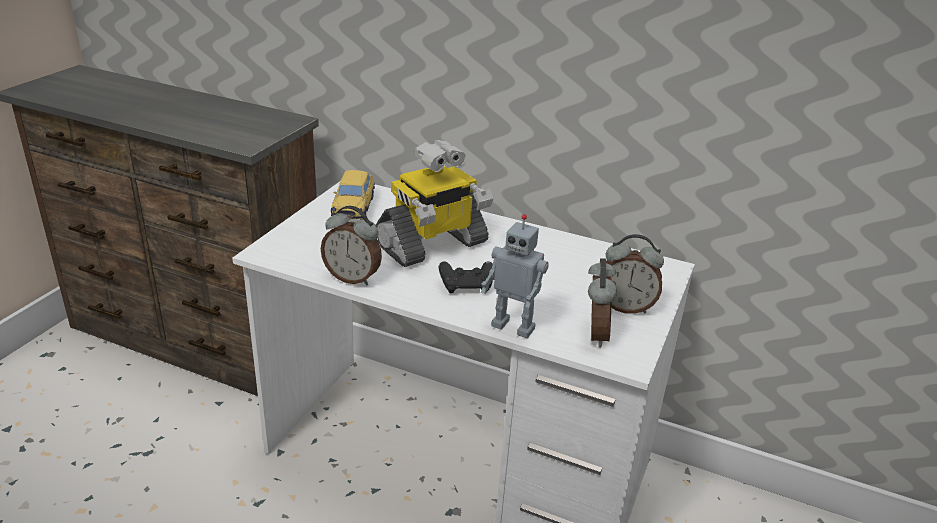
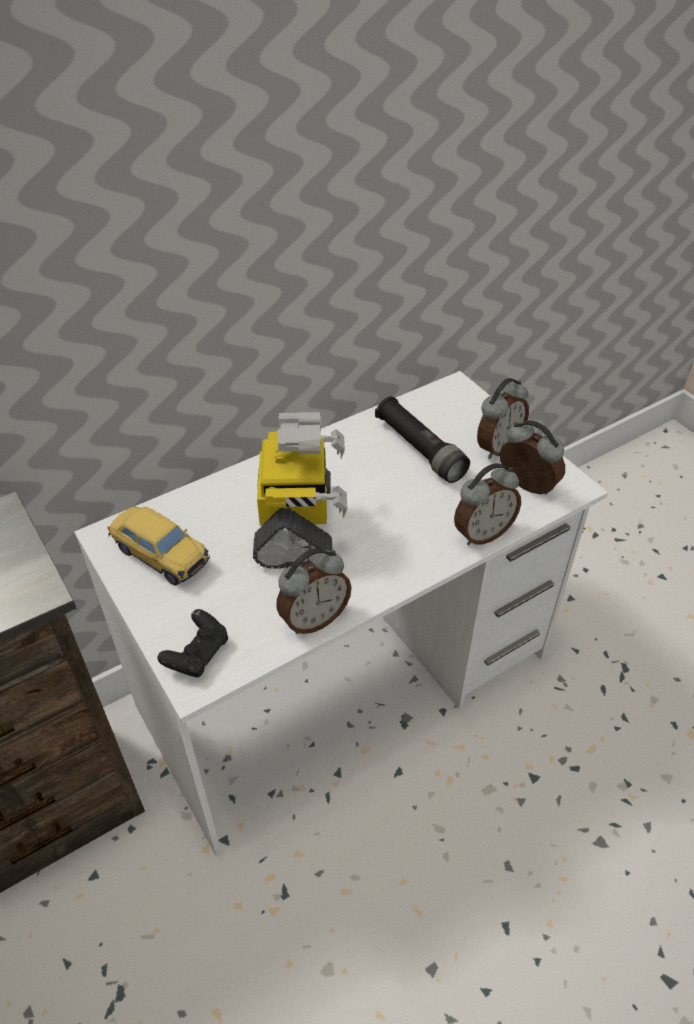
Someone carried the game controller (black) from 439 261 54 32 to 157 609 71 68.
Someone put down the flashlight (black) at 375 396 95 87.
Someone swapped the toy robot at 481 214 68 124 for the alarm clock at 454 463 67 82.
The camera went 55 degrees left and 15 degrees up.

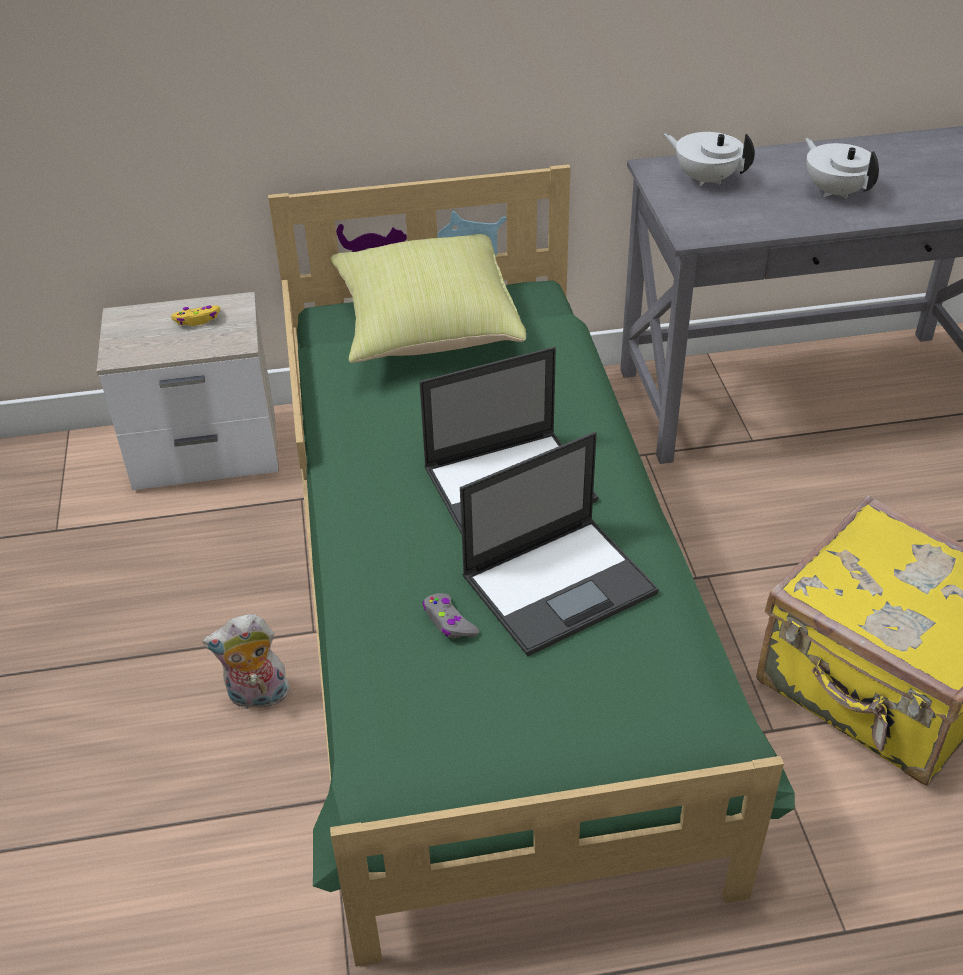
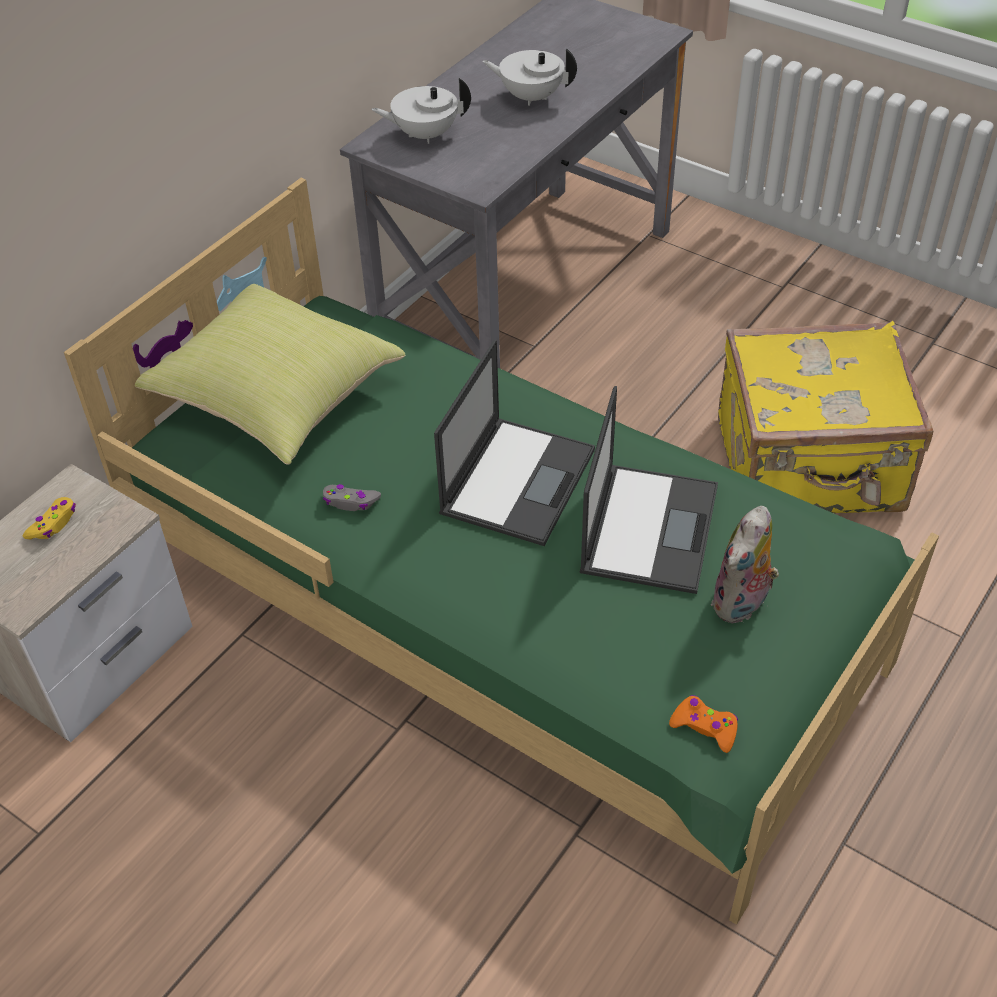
Someone carried the game controller (grey) from 423 593 56 45 to 323 484 58 27.
Someone put down the game controller (orange) at 669 695 69 58.
Someone carried the plush toy from 203 614 87 95 to 711 506 68 118.
The camera went 45 degrees left and 5 degrees up.

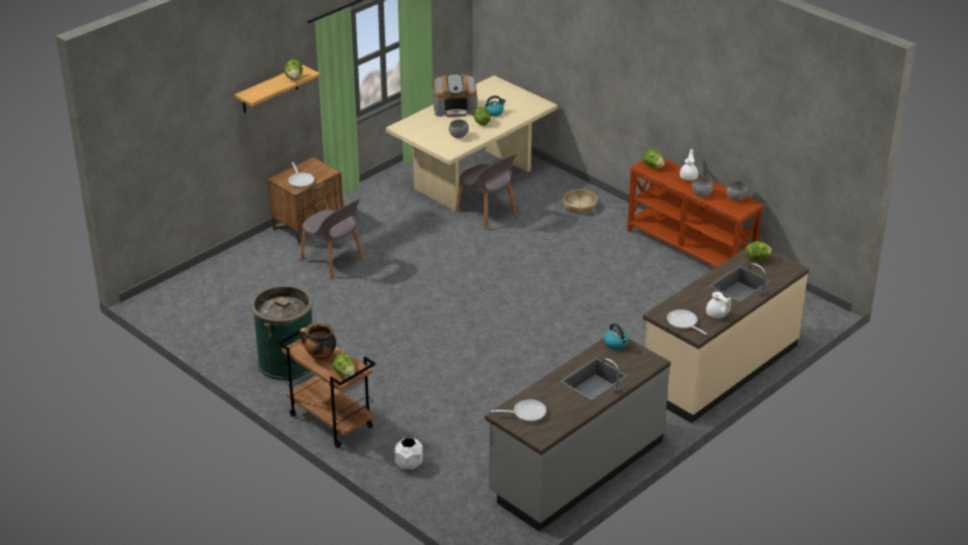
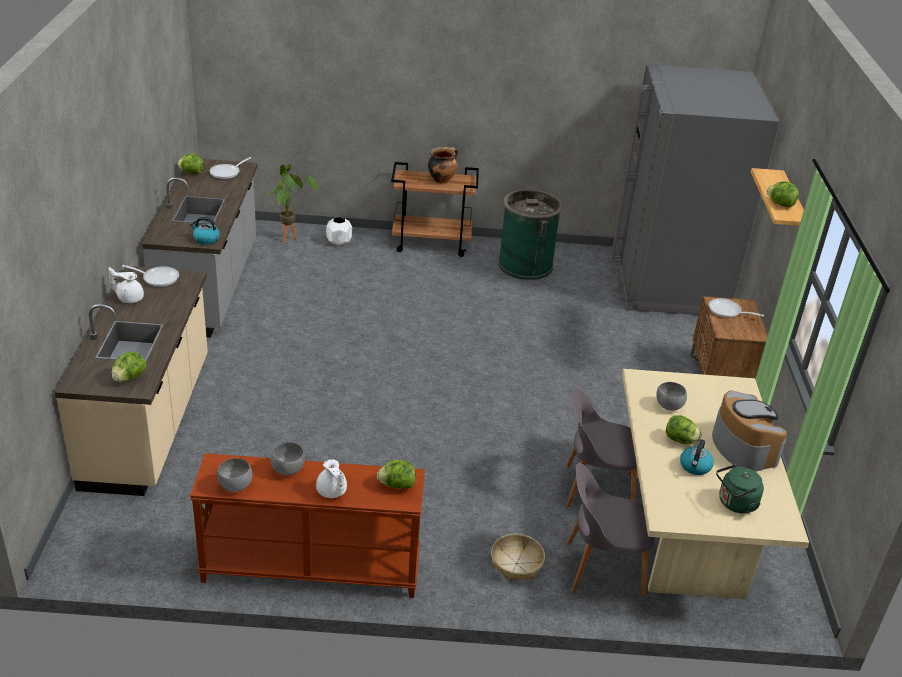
Someone carried the lettuce from 333 353 22 25 to 178 153 26 21.
Someone put down the potted plant at 269 164 49 79.
Someone carried the chair (grey) from 300 199 65 80 to 567 463 88 133.
Someone put down the fridge (grey) at 611 64 168 251.
Someone rotated the coffee machine at 433 74 44 43 by 120 degrees clockwise.
Someone put down the kettle (green) at 716 464 48 50.
The camera went 135 degrees right and 0 degrees up.

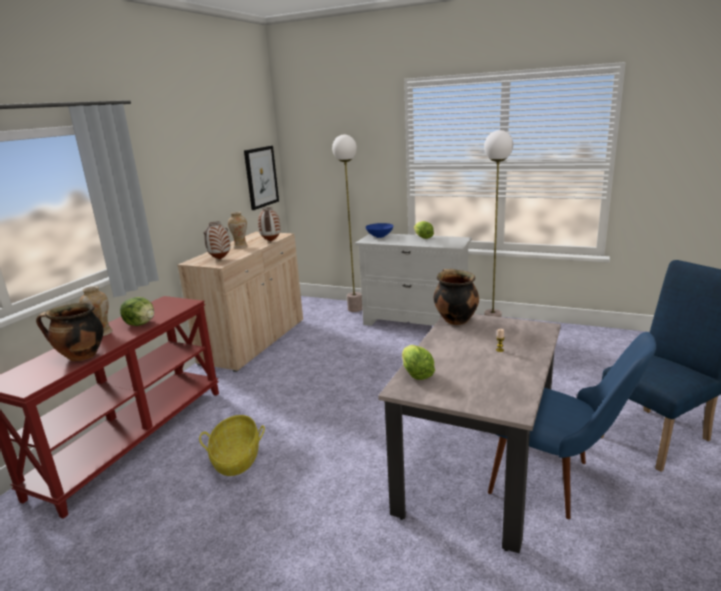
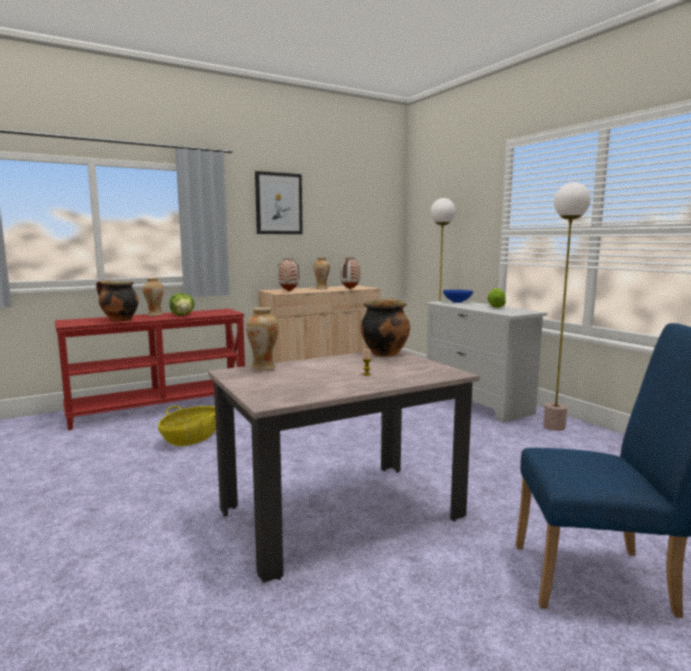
Someone swapped the lettuce at 402 345 33 35 for the vase at 246 307 33 64.
Someone carried the picture from 244 146 35 64 to 255 171 48 63.
Someone took away the chair (blue) at 488 332 168 187.
The camera went 35 degrees right and 10 degrees down.

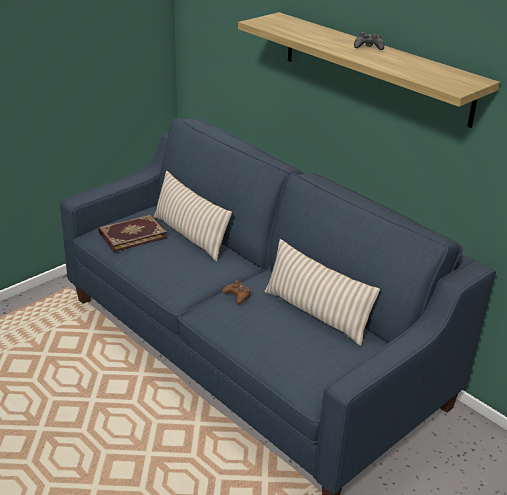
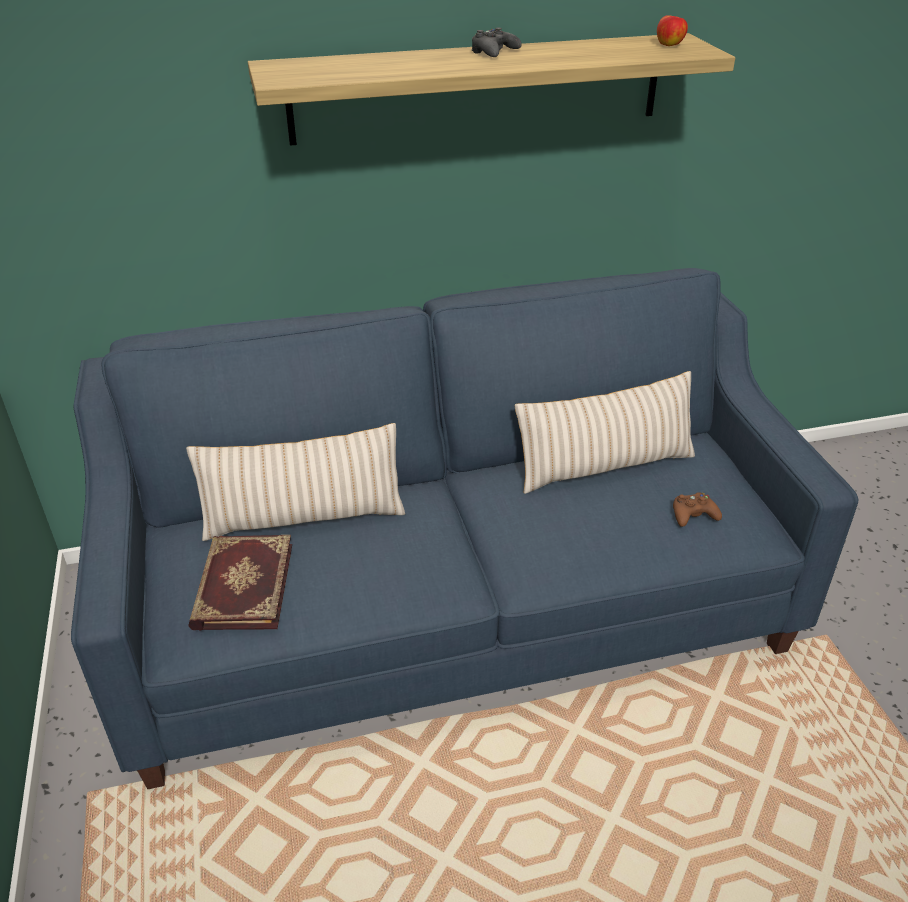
Someone put down the apple at 657 15 31 31.
Someone carried the game controller (brown) from 222 280 29 24 to 673 492 49 35.
The camera went 60 degrees left and 5 degrees up.

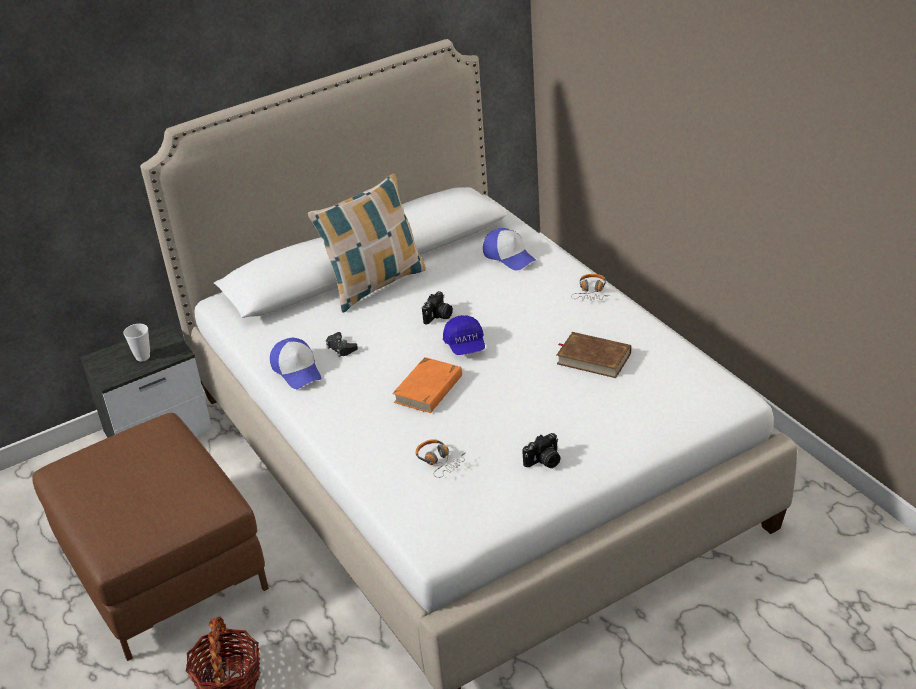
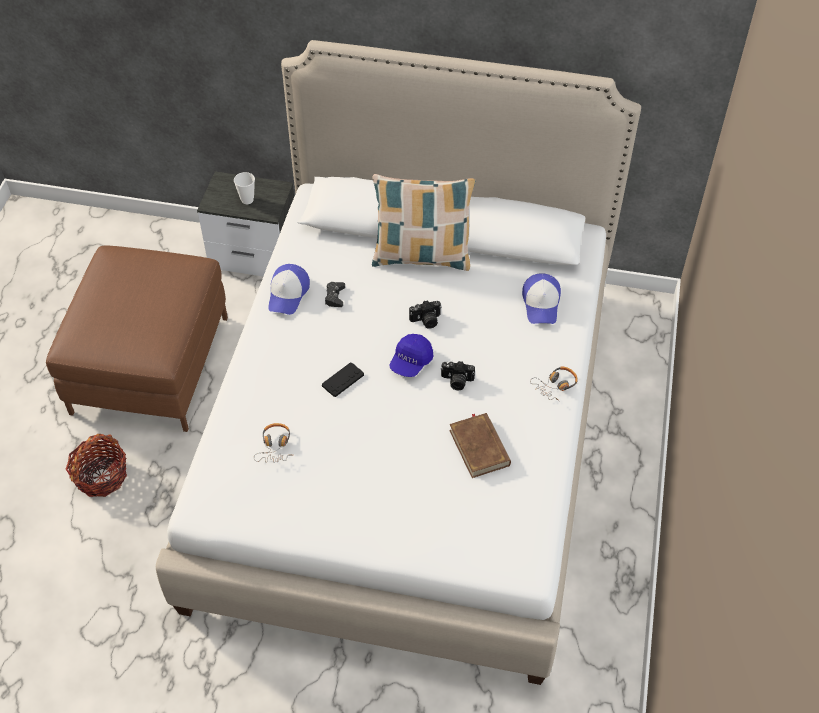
Someone swapped the book (orange) at 392 357 70 56 for the game controller (black) at 322 363 42 34.
Someone carried the photo camera from 522 433 39 35 to 441 361 34 29.
The camera went 40 degrees right and 15 degrees up.

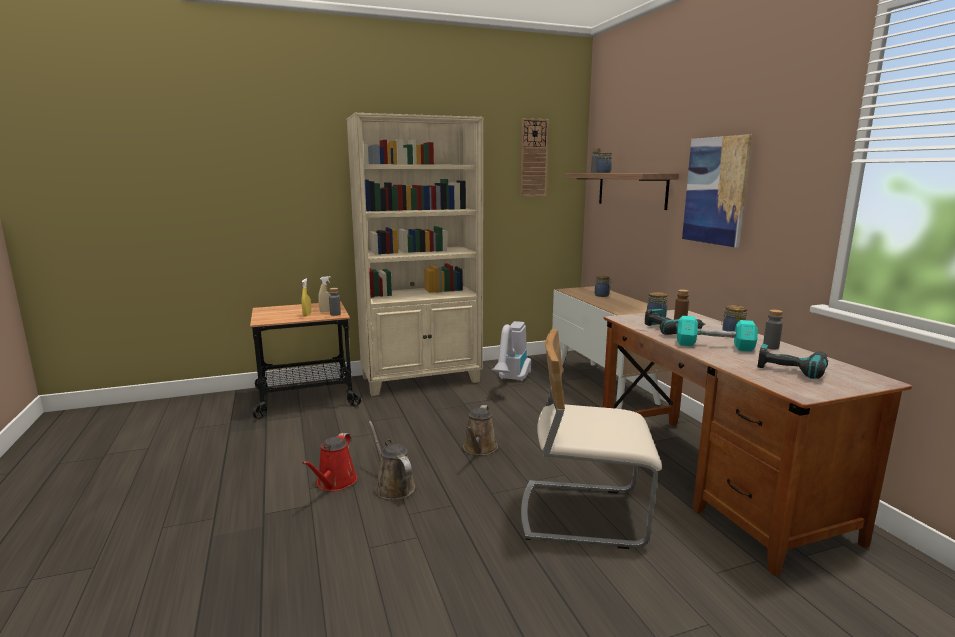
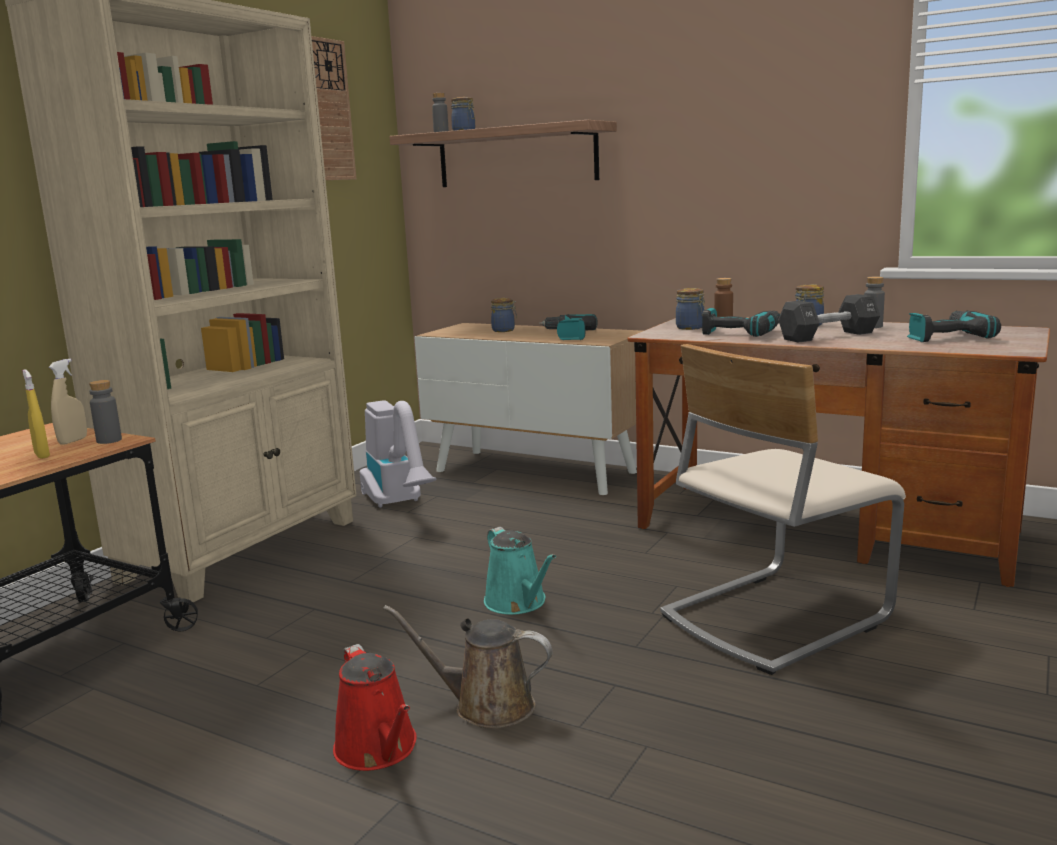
Someone repainted the watering can (brown) at 463 405 35 50, which became the watering can (turquoise) at 484 527 72 88.
Someone put down the power drill at 539 314 58 26.
Someone repainted the dumbbell (turquoise) at 677 316 81 36, which became the dumbbell (black) at 778 294 102 49.
Someone took away the picture at 682 134 71 114.
The camera went 40 degrees left and 0 degrees up.

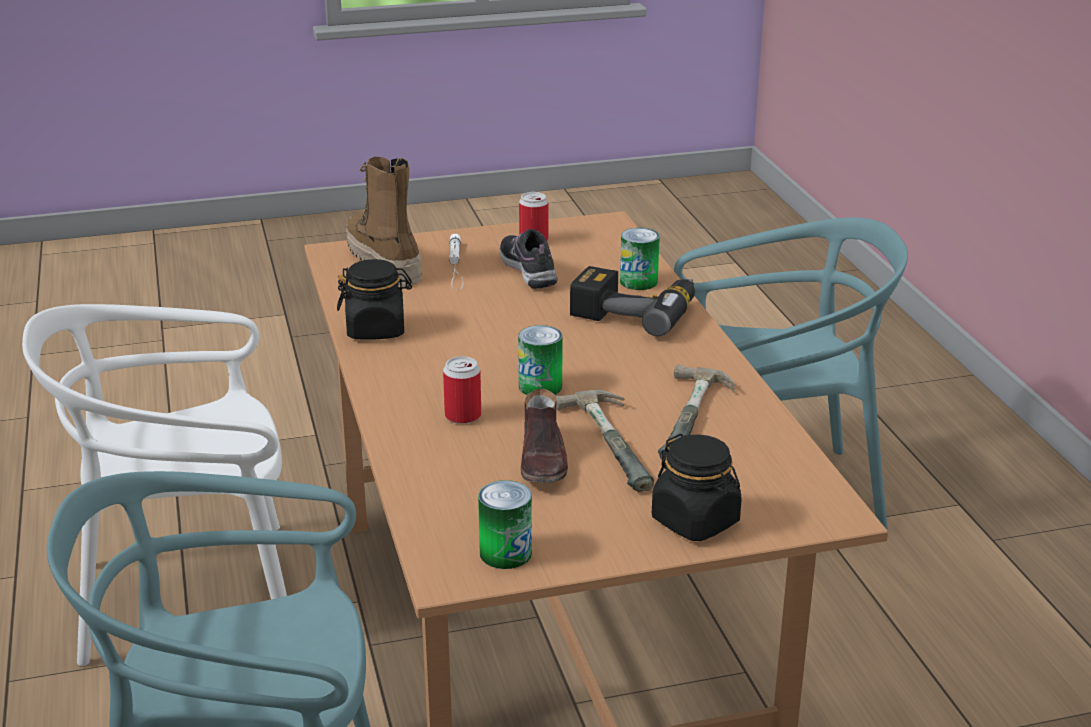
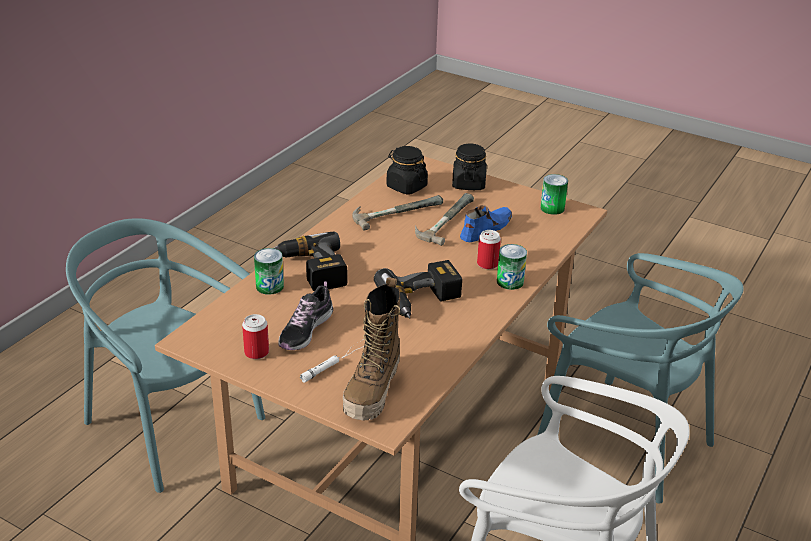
Someone put down the power drill at 374 260 88 59.
Someone carried the jar (black) from 337 259 75 81 to 387 146 41 48.
Someone repainted the shoe (brown) at 521 388 47 95, which became the shoe (blue) at 460 205 52 37.
Someone carried the can from 518 325 45 70 to 497 244 30 46.
The camera went 135 degrees left and 5 degrees up.

